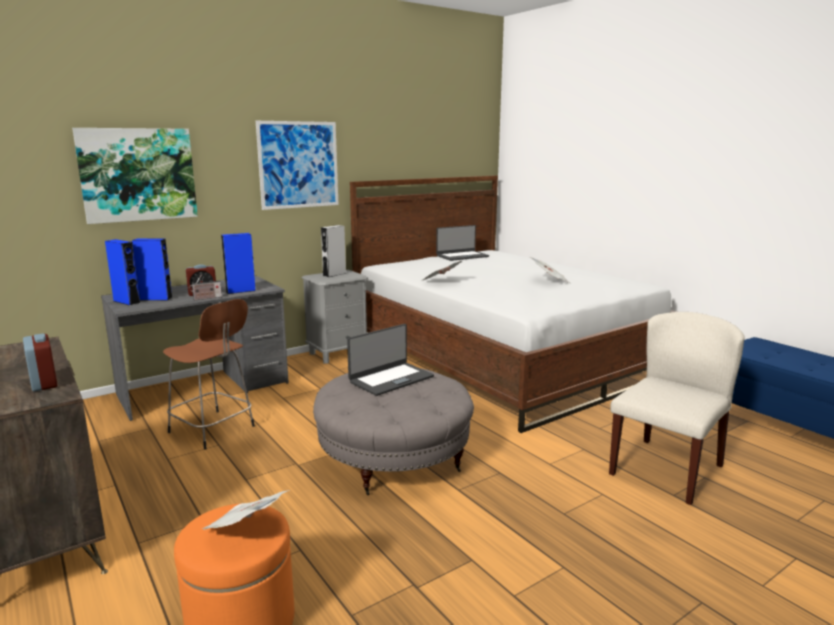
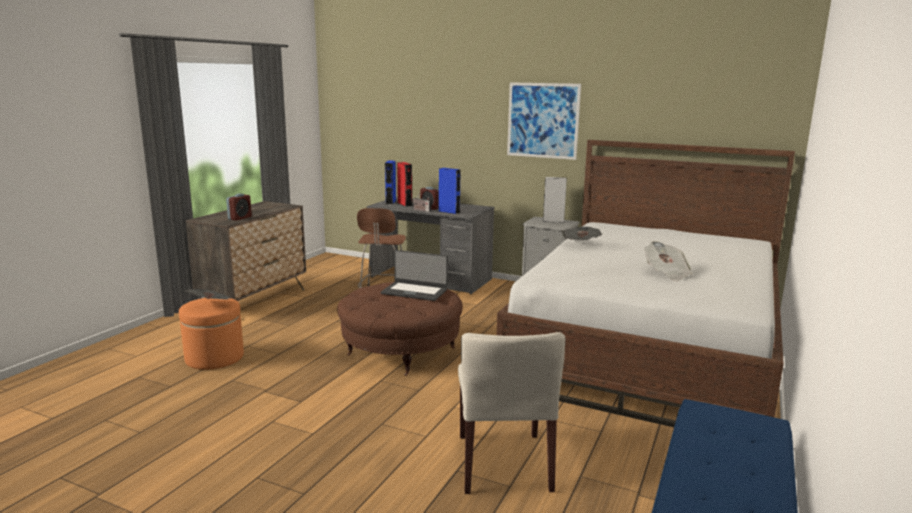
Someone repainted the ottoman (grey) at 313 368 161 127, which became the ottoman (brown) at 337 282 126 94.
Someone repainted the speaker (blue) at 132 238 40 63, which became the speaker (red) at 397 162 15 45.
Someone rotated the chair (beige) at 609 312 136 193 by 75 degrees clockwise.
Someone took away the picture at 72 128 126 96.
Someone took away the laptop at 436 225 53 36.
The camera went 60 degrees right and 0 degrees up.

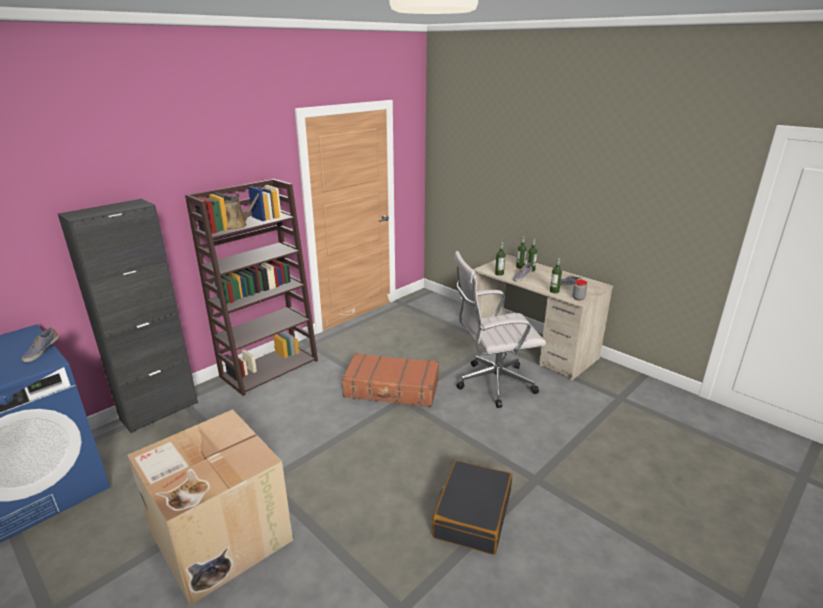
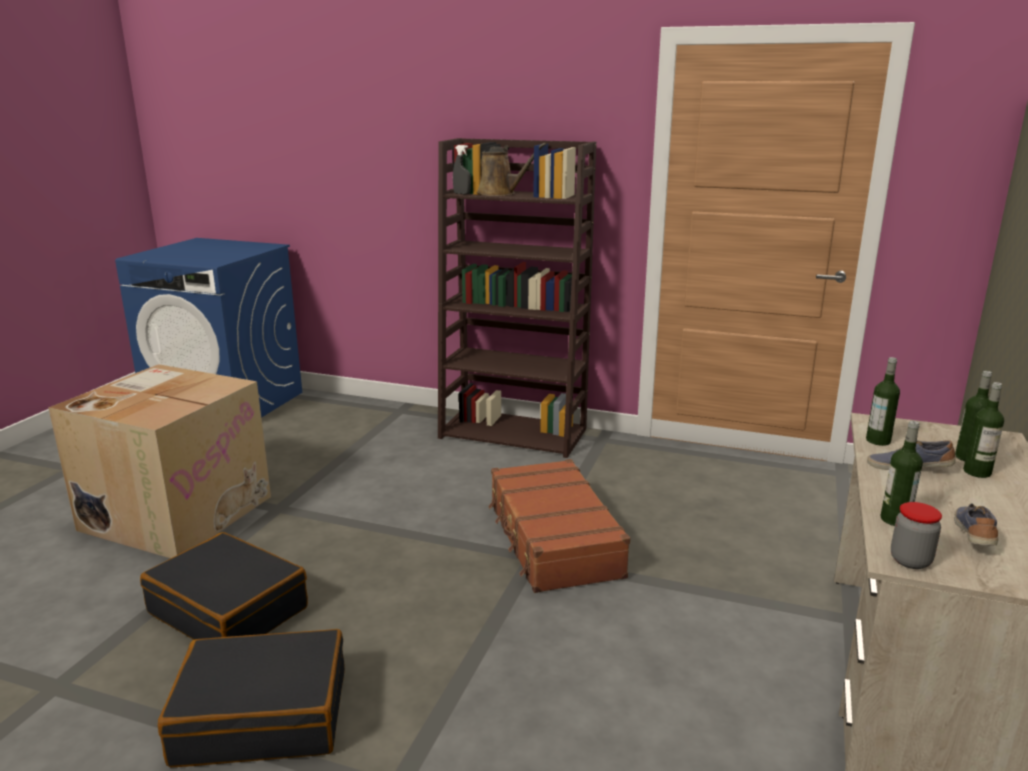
Someone put down the suitcase (black) at 140 532 168 108.
Someone put down the spray bottle (grey) at 453 145 18 49.
Someone took away the shoe at 22 327 37 35.
Someone took away the cabinet (black) at 58 199 140 234.
Someone took away the office chair (white) at 454 251 92 157.
The camera went 65 degrees right and 5 degrees down.

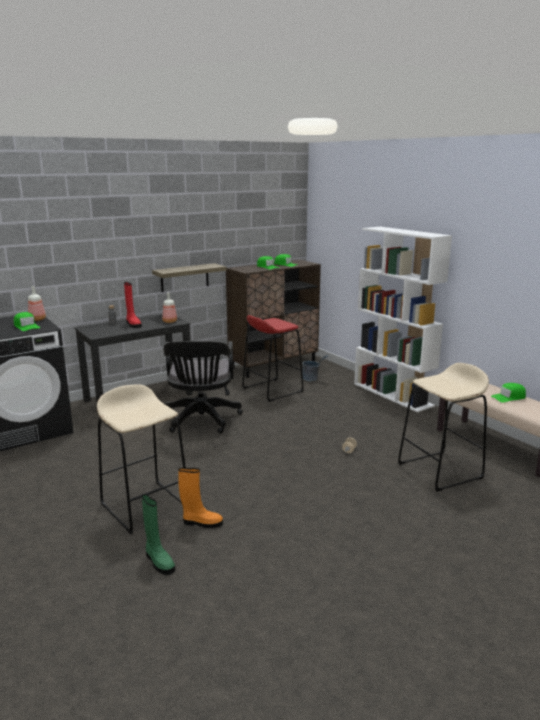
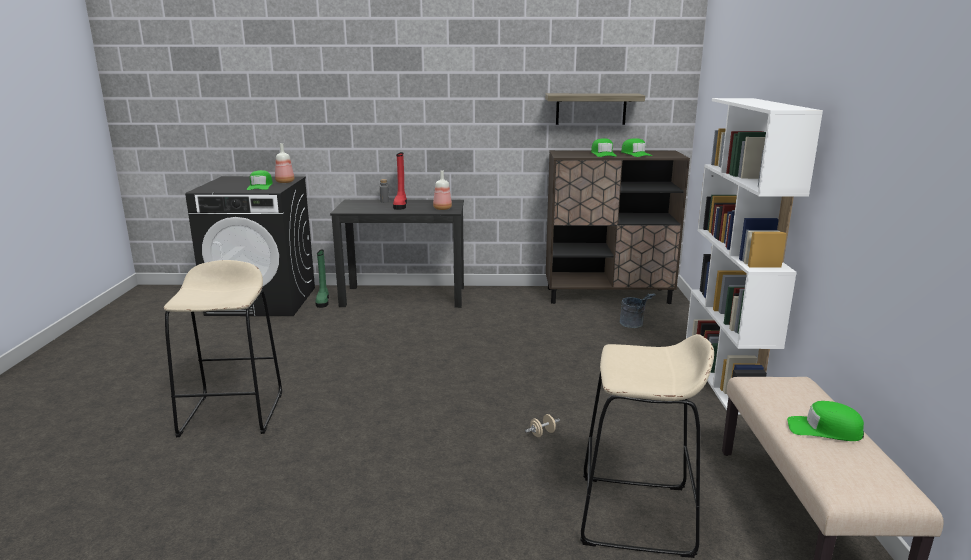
Someone carried the boot (green) from 142 494 33 81 to 315 250 14 58.
Someone carried the shelf from 152 263 74 29 to 545 93 100 32.
Someone took away the office chair (black) at 163 341 80 93.
Someone took away the boot (orange) at 178 468 45 60.
Someone took away the stool (red) at 242 315 62 87.
The camera went 35 degrees right and 0 degrees up.

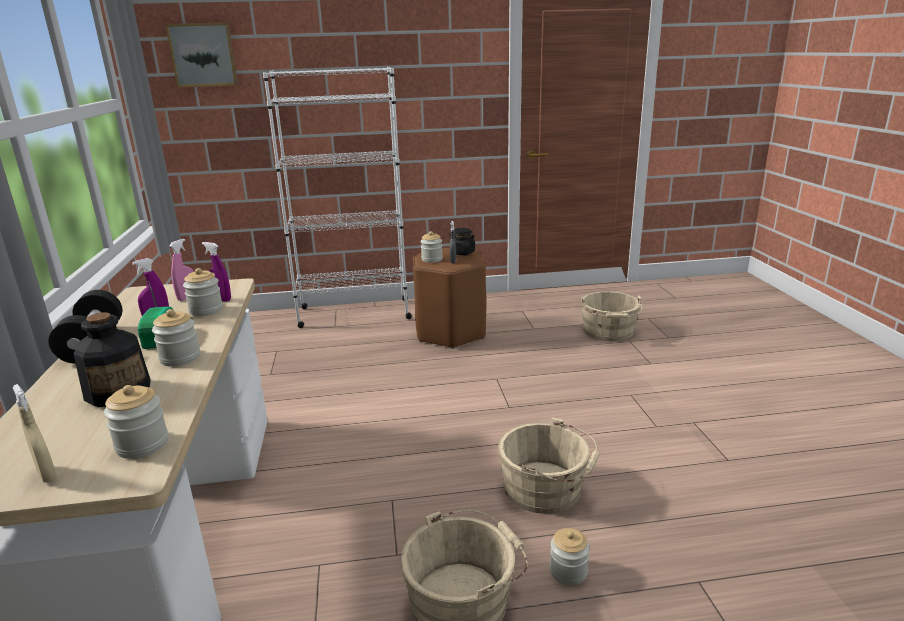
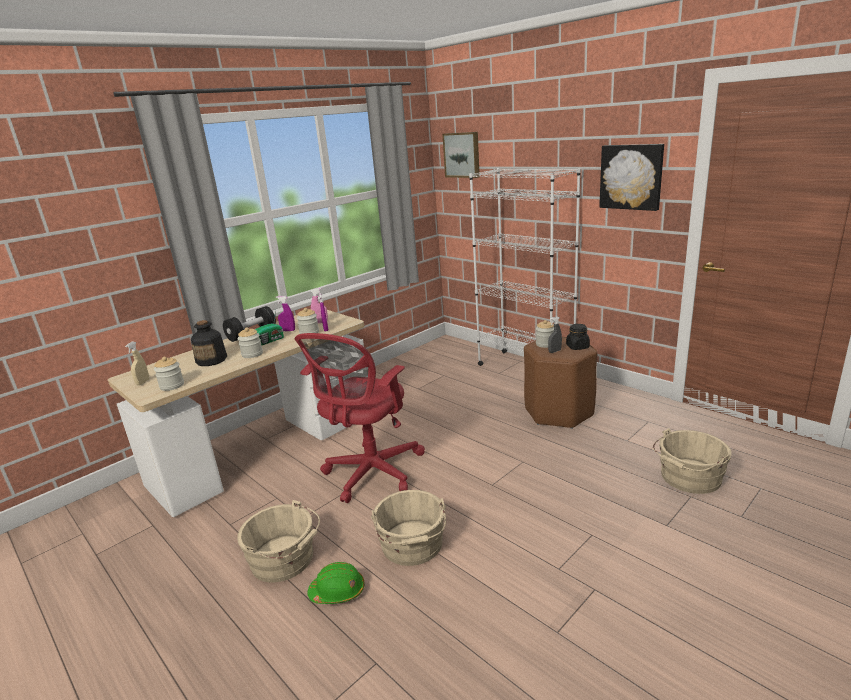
Someone put down the office chair (red) at 295 333 130 170.
Someone swapped the jar at 550 528 39 57 for the hard hat (green) at 307 562 58 42.
Someone put up the picture at 599 144 65 67.
The camera went 55 degrees right and 0 degrees up.

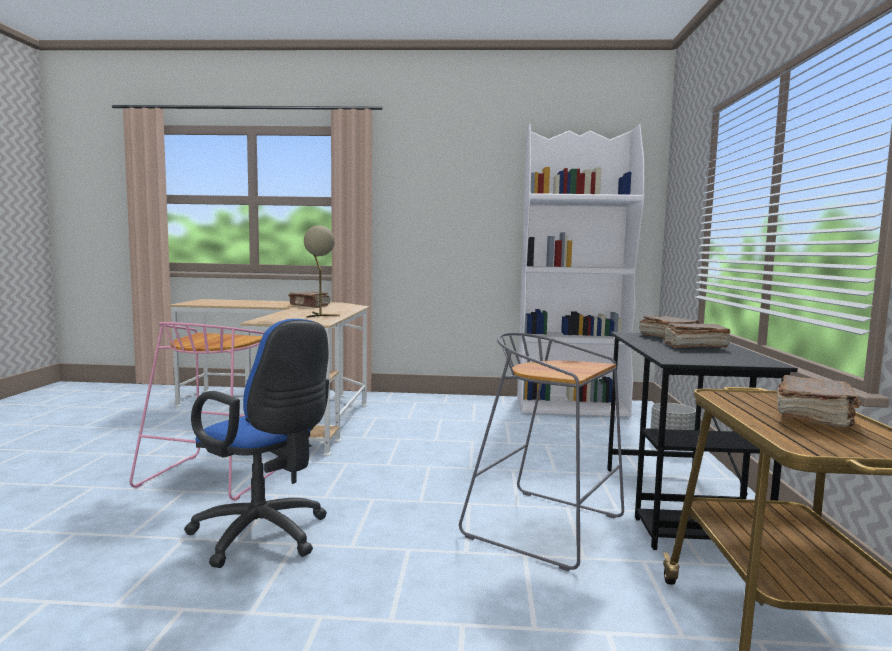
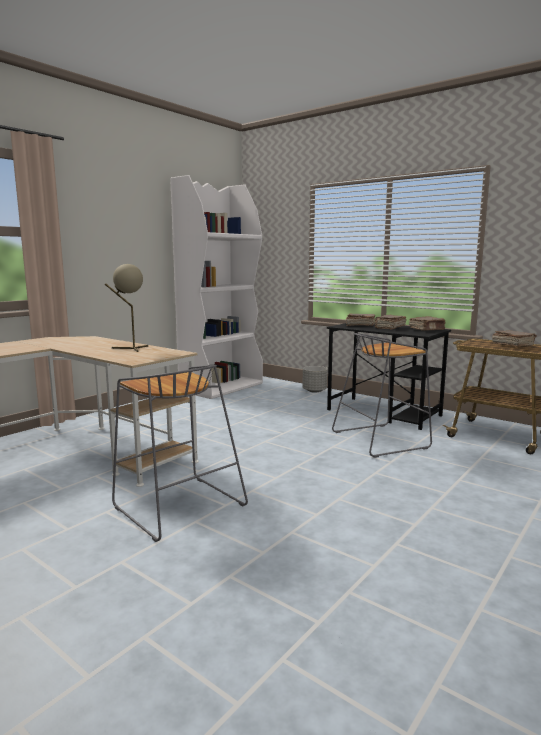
Someone repainted the stool (pink) at 130 322 151 179, which became the stool (grey) at 112 365 136 177.
Someone carried the book (brown) from 288 292 42 16 to 409 316 37 15.
Someone took away the office chair (blue) at 184 319 145 249.
The camera went 55 degrees left and 5 degrees up.

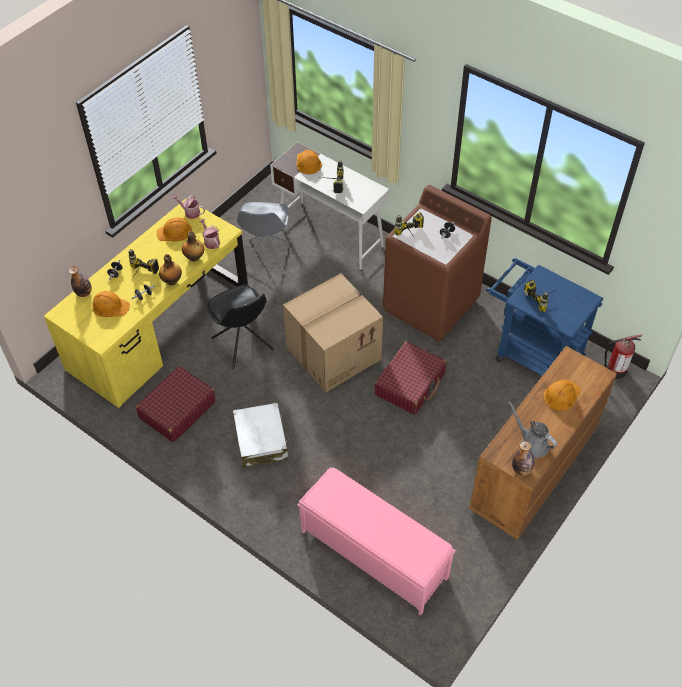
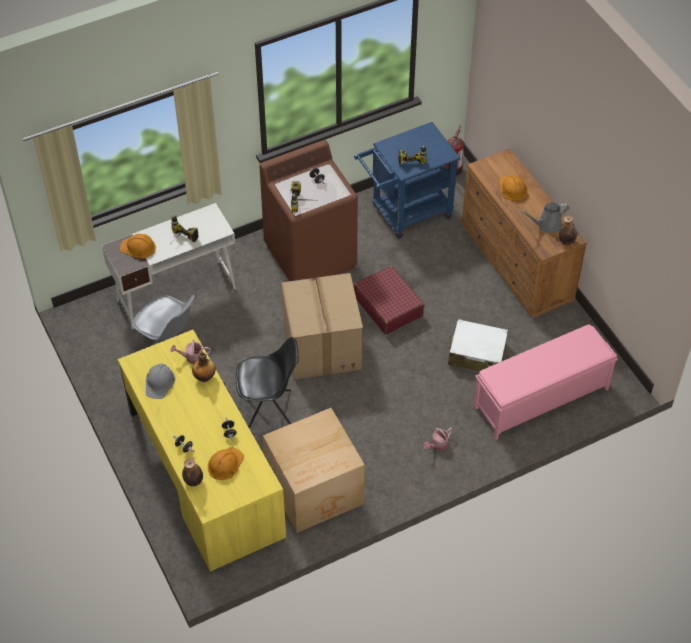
Someone repainted the hard hat (orange) at 157 217 35 24, which became the hard hat (grey) at 145 364 31 35.
Someone swapped the suitcase (red) at 136 366 80 76 for the cardboard box at 263 408 102 125.
Someone carried the watering can from 172 194 33 25 to 423 428 30 23.
Someone carried the suitcase (white) from 233 403 55 65 to 448 319 60 52.
Someone took away the power drill at 128 249 31 25.
Someone took away the bottle at 159 254 23 31.
The camera went 65 degrees left and 0 degrees up.

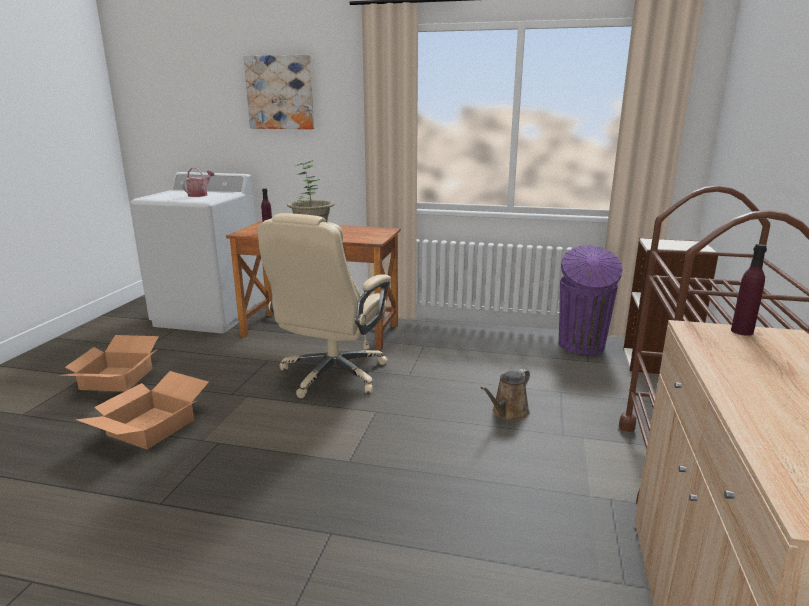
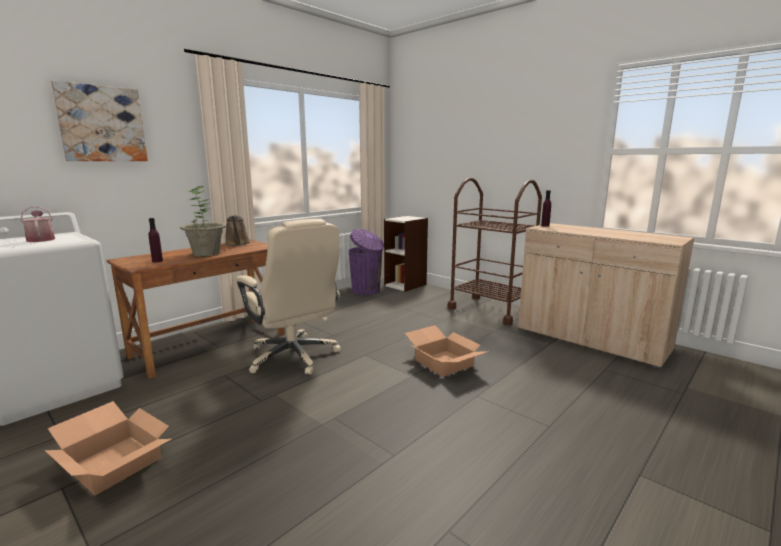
Someone carried the watering can (brown) from 481 369 49 52 to 225 215 25 31.
Someone carried the cardboard box from 75 371 134 79 to 405 325 85 52.
The camera went 60 degrees left and 5 degrees down.

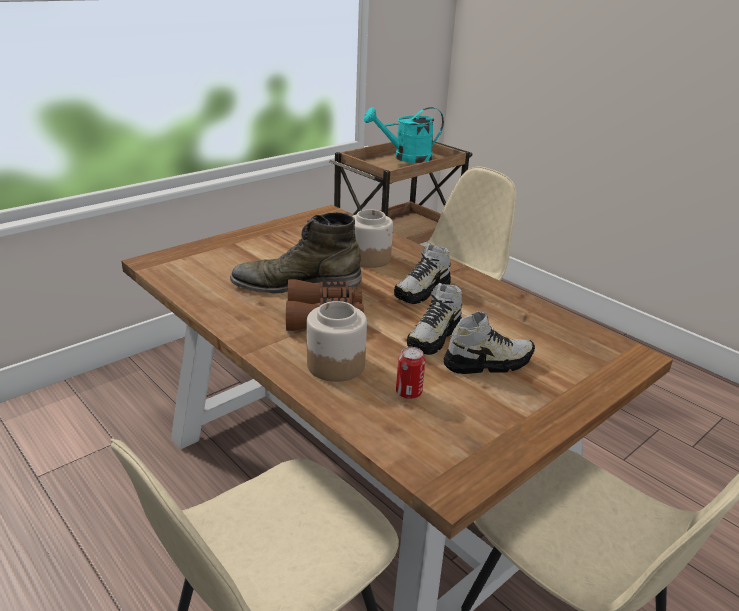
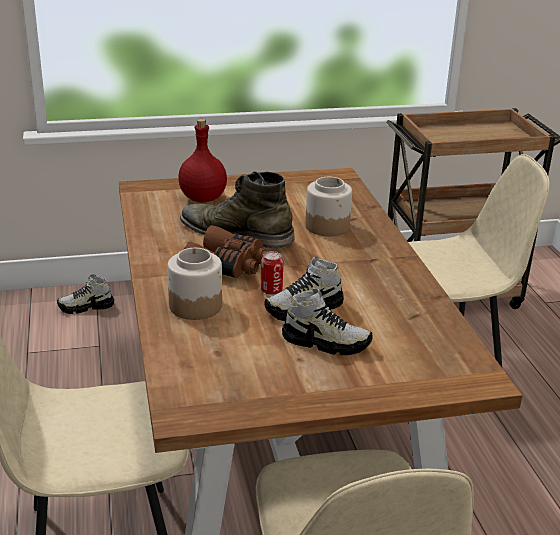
Someone carried the shoe from 394 243 57 61 to 57 274 57 40.
Someone put down the bottle (red) at 178 119 49 84.
Someone carried the can from 396 347 29 52 to 261 251 22 44.
Someone took away the watering can (turquoise) at 364 107 80 56.
The camera went 30 degrees right and 0 degrees up.

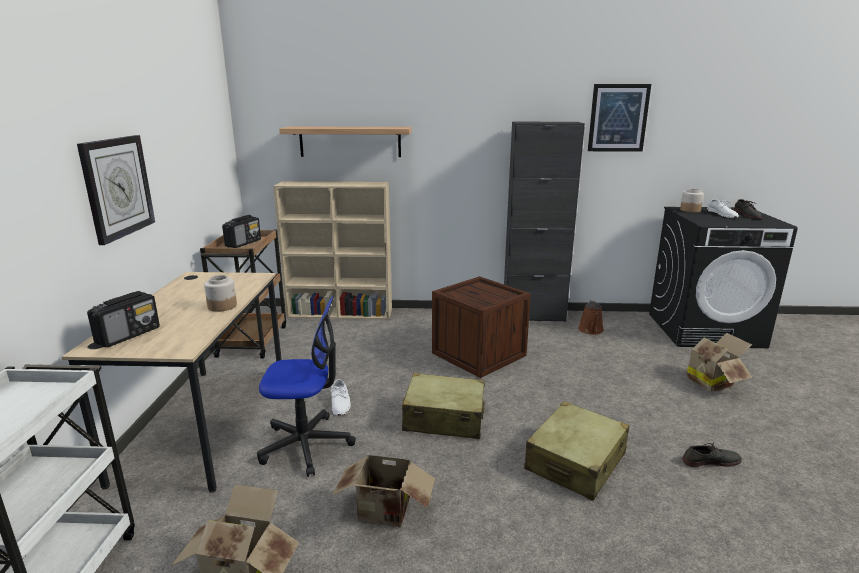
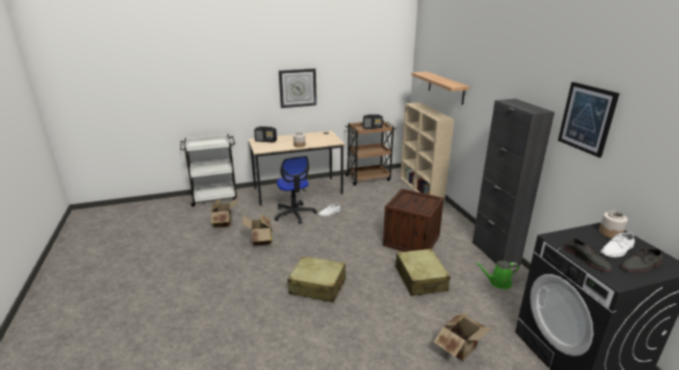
Someone carried the suitcase (beige) from 402 373 83 66 to 395 249 56 47.
Someone repainted the watering can (brown) at 578 300 26 35, which became the watering can (green) at 476 261 43 28.
Someone carried the shoe (grey) from 682 442 60 25 to 566 238 46 34.
The camera went 70 degrees right and 5 degrees up.

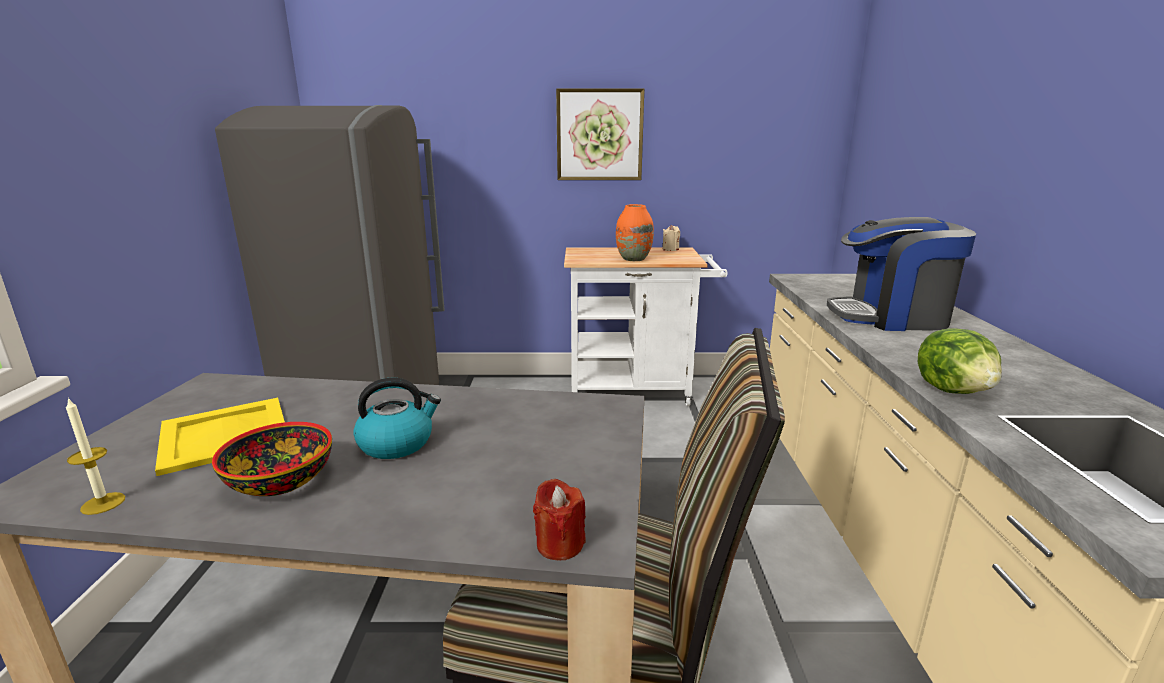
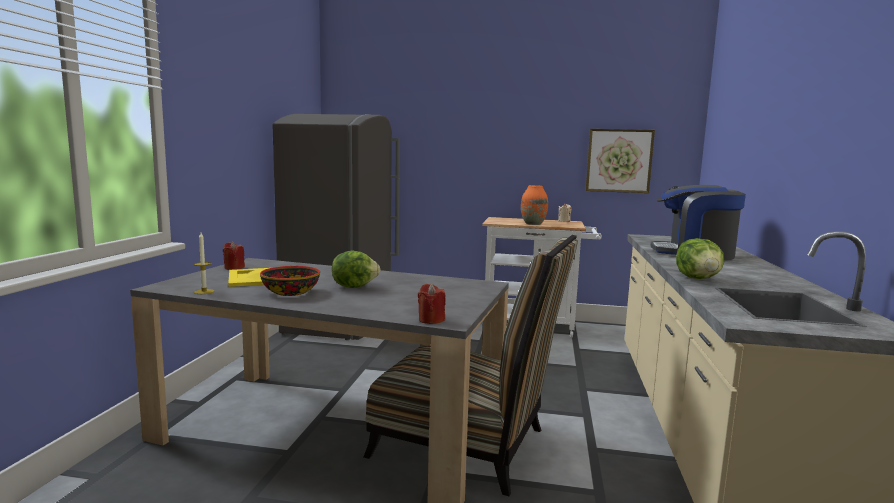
Someone put down the candle (red) at 223 242 22 28.
Someone swapped the kettle at 353 377 88 82 for the lettuce at 332 250 48 38.
Someone carried the picture from 556 89 88 91 to 586 129 69 64.
The camera went 10 degrees right and 10 degrees down.

